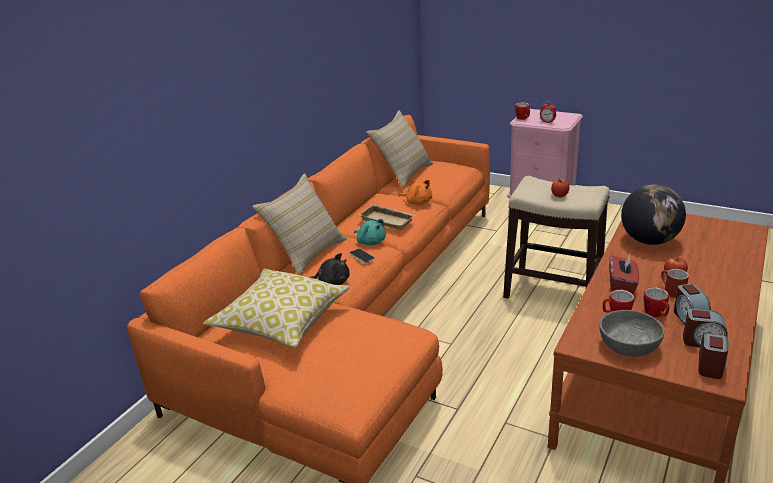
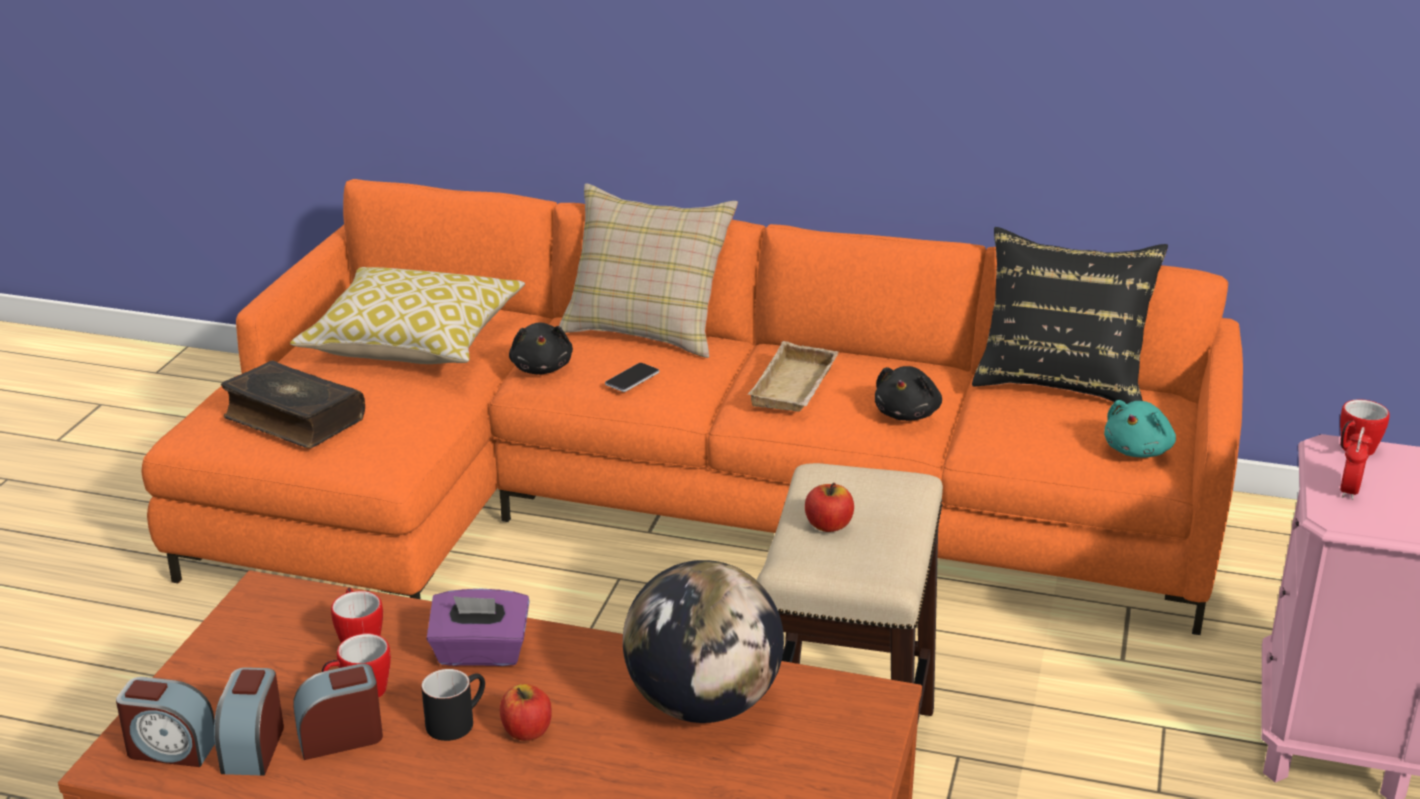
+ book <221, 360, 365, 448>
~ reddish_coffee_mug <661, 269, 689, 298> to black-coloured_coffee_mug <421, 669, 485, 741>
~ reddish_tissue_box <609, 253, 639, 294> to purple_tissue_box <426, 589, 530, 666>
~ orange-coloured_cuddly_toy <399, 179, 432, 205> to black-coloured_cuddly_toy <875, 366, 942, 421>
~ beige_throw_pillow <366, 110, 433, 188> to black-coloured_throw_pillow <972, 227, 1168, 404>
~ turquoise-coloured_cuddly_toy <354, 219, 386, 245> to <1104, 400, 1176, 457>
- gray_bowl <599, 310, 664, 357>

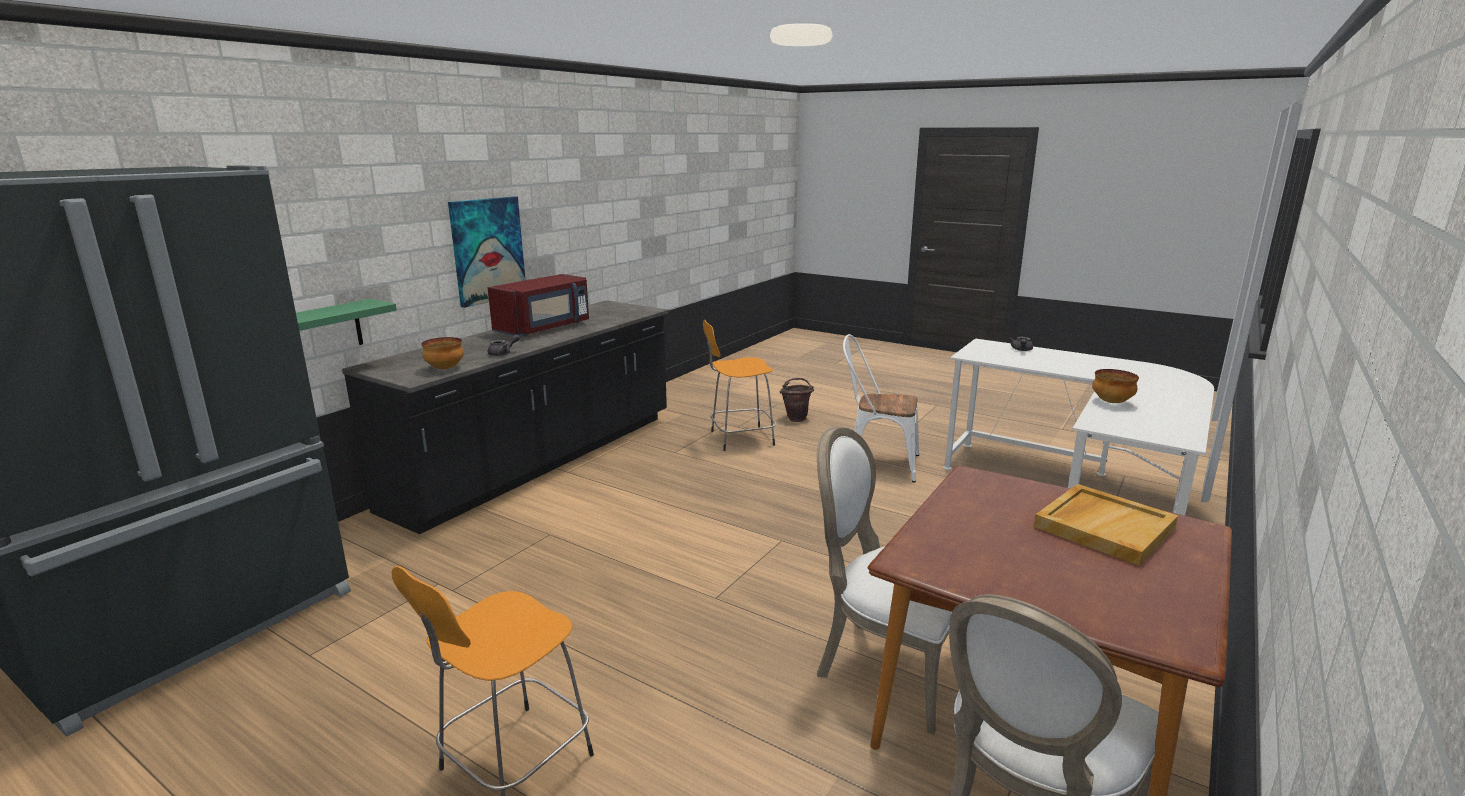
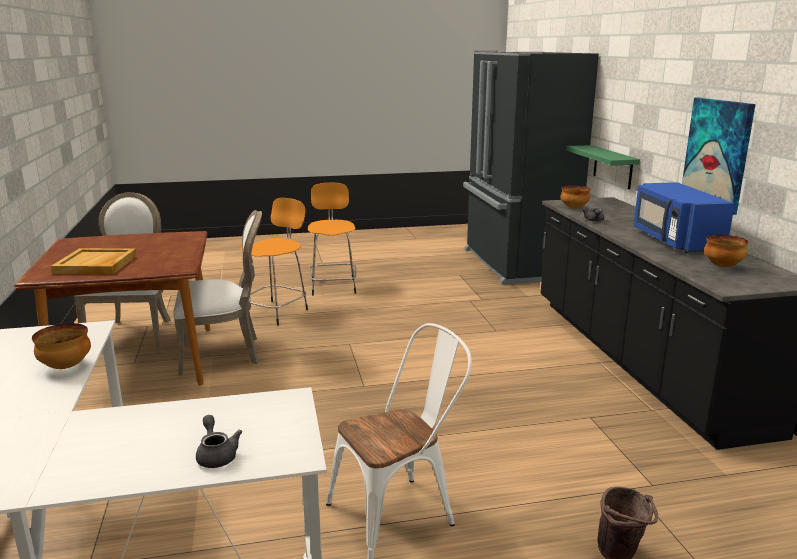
~ orange-coloured_stool <703, 320, 776, 451> to <240, 198, 308, 326>
~ reddish_microwave <488, 274, 589, 336> to blue-coloured_microwave <634, 182, 735, 253>
+ bowl <704, 235, 748, 267>

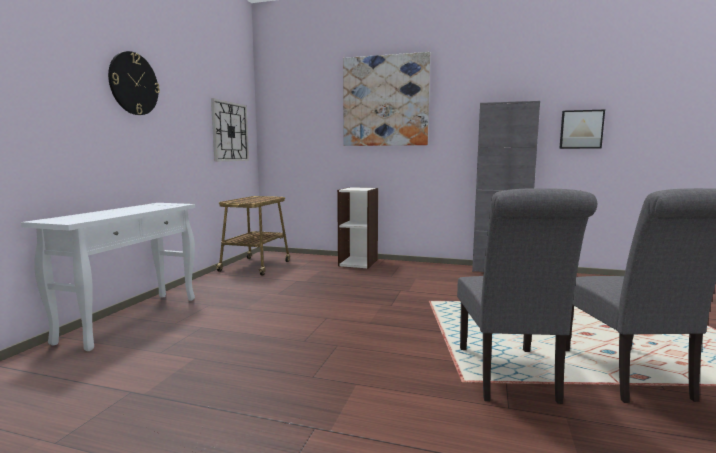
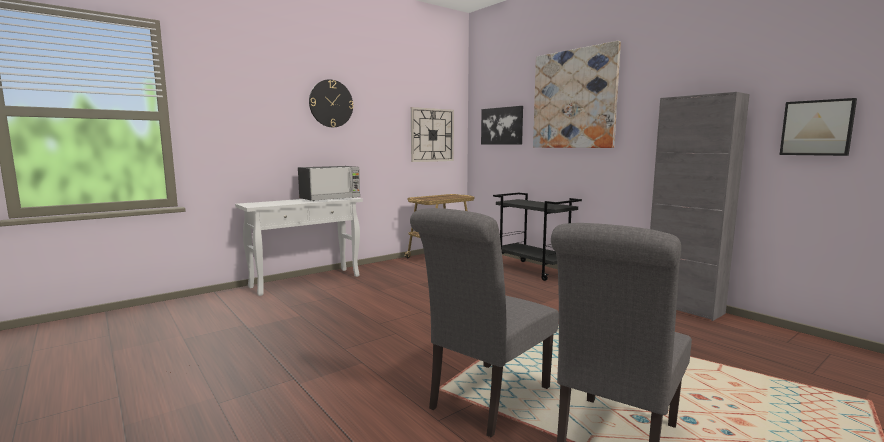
+ microwave <298, 166, 360, 201>
+ wall_art <481, 106, 523, 145>
~ bookcase <337, 187, 378, 269> to black-coloured_trolley <493, 193, 582, 281>

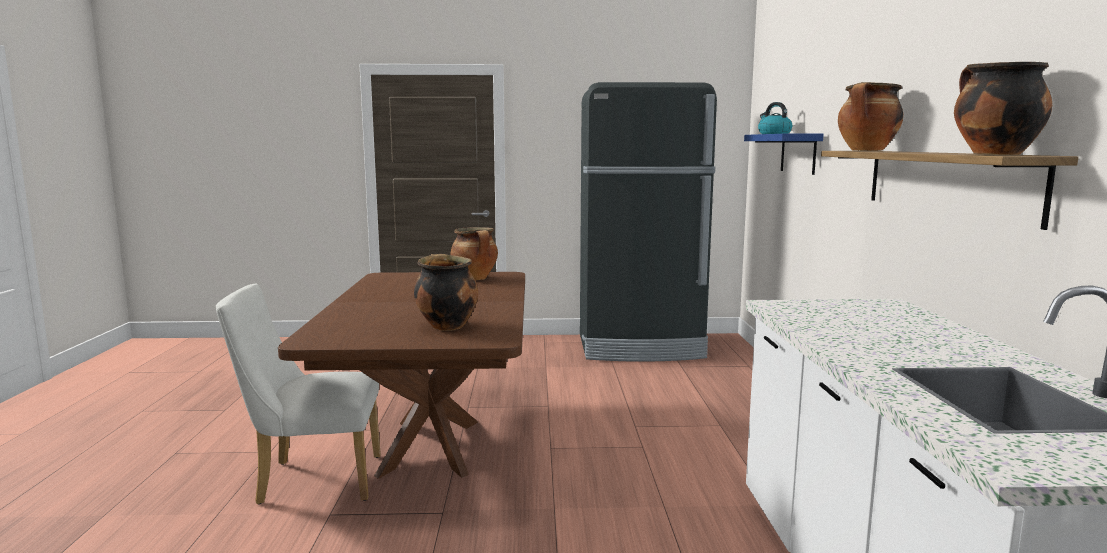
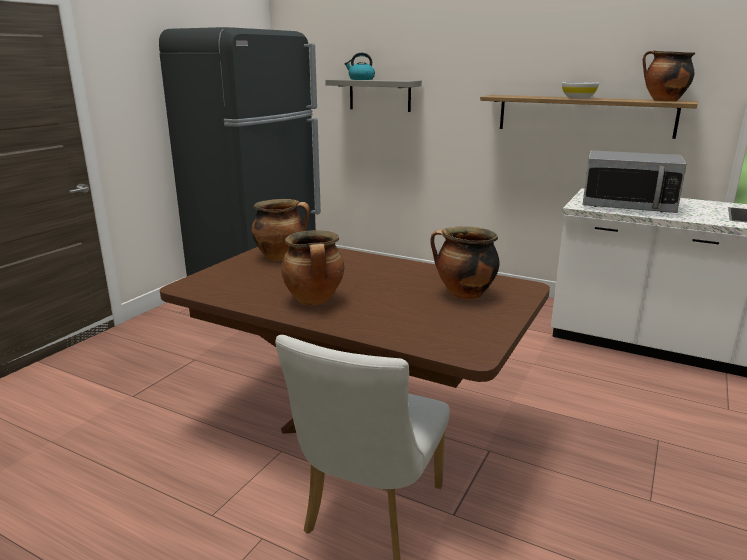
~ cooking_pot <838, 82, 903, 151> to <281, 230, 344, 305>
~ blue-coloured_wall_shelf <744, 134, 824, 175> to gray_wall_shelf <325, 79, 422, 112>
+ whitish_bowl <562, 82, 599, 99>
+ microwave <582, 150, 687, 213>

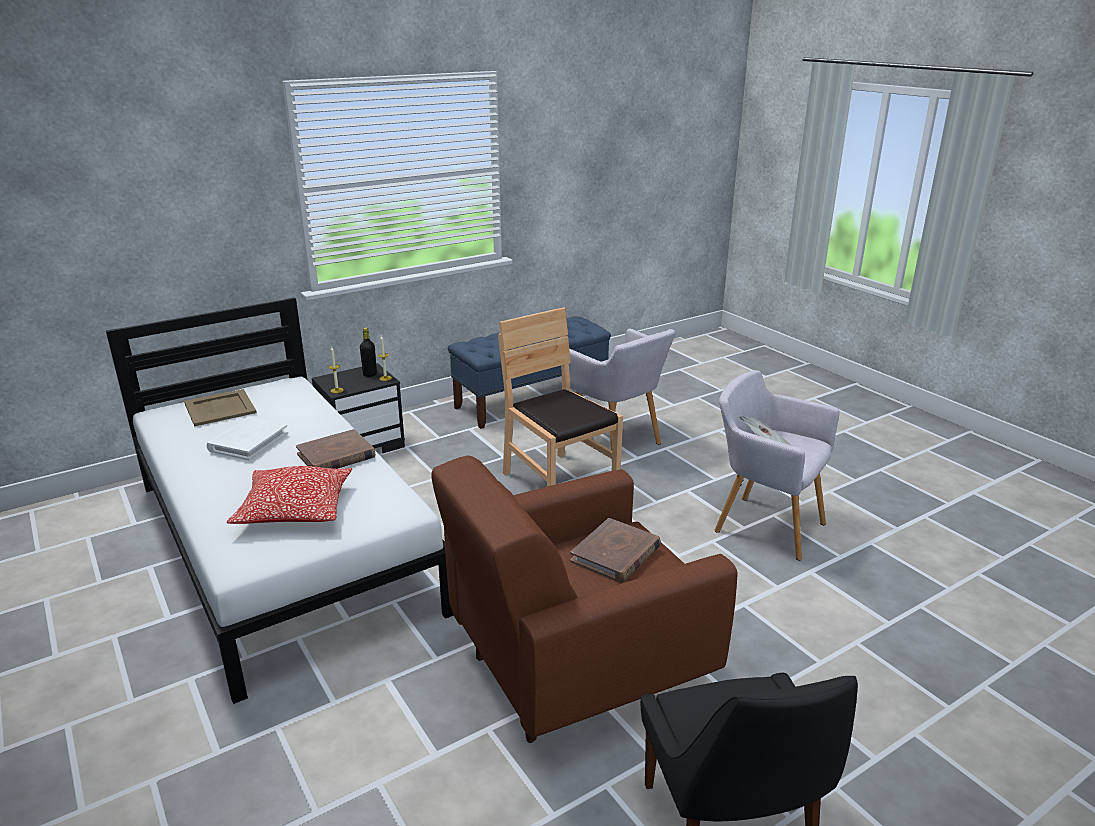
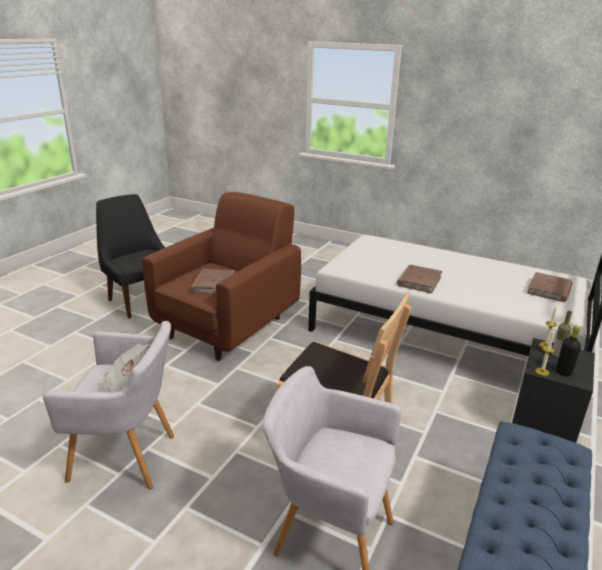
~ beige_tray <184, 389, 257, 427> to brownish_book <527, 272, 572, 302>
+ bottle <552, 311, 572, 358>
- whitish_book <207, 417, 288, 460>
- throw_pillow <226, 466, 352, 524>

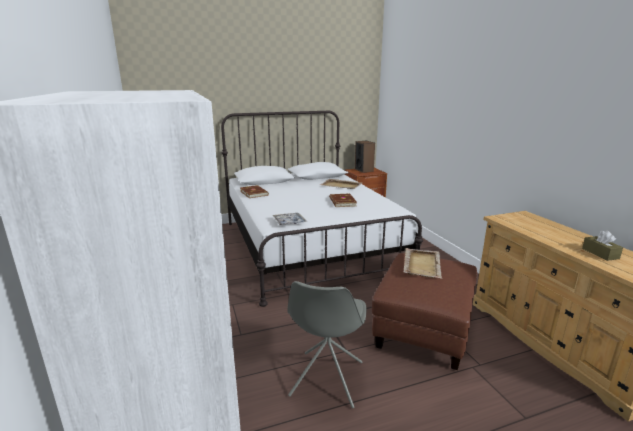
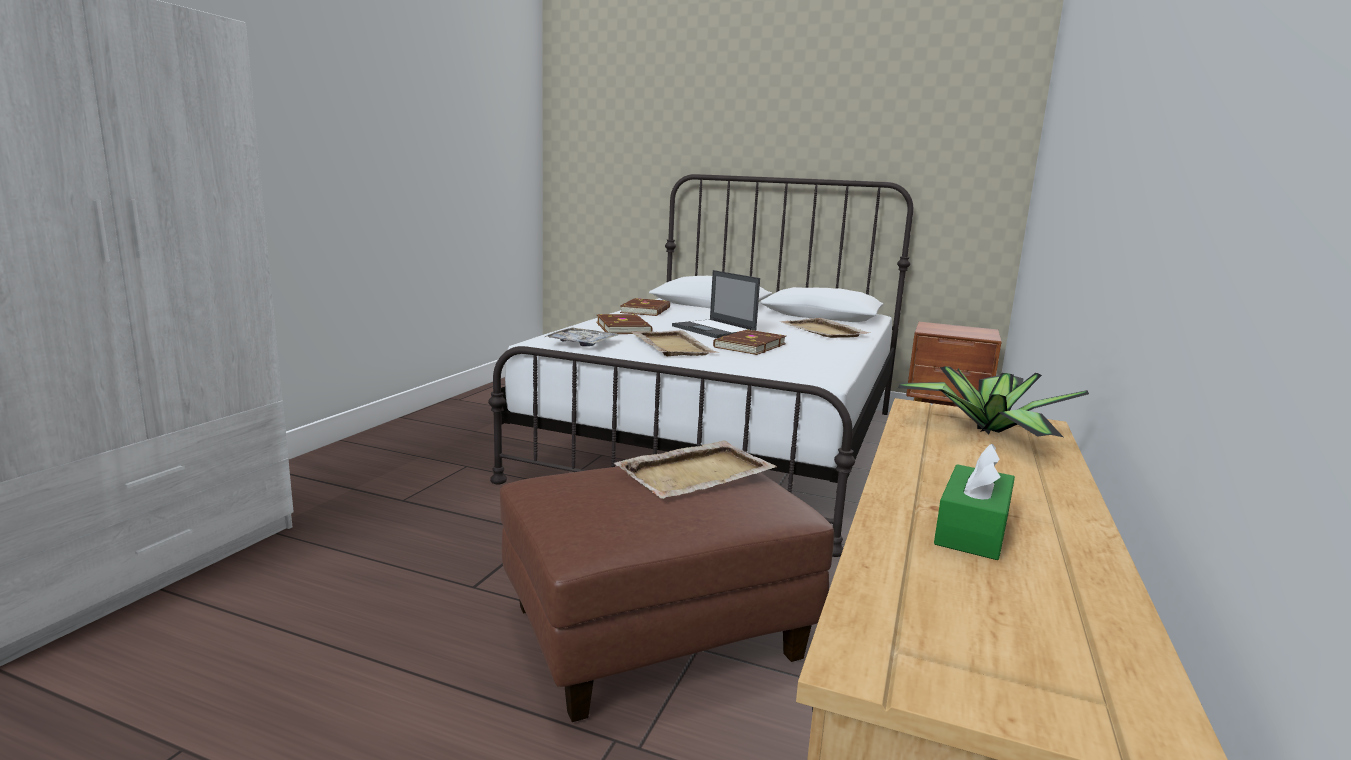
+ brownish_book <596, 314, 652, 334>
+ beige_tray <630, 330, 720, 356>
+ portable_computer <672, 270, 760, 338>
+ houseplant <898, 366, 1089, 437>
~ brownish_tissue_box <582, 231, 623, 261> to green-coloured_tissue_box <934, 444, 1015, 560>
- gray_chair <287, 281, 367, 408>
- speaker <355, 141, 375, 173>

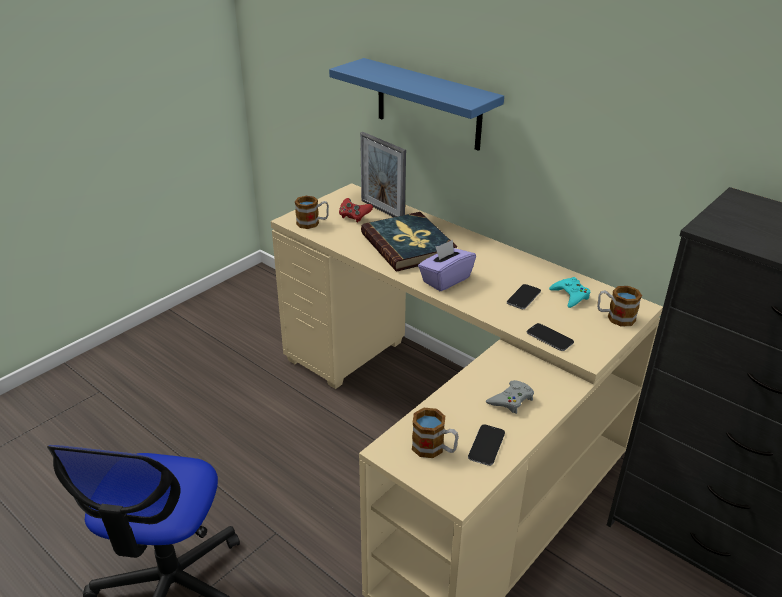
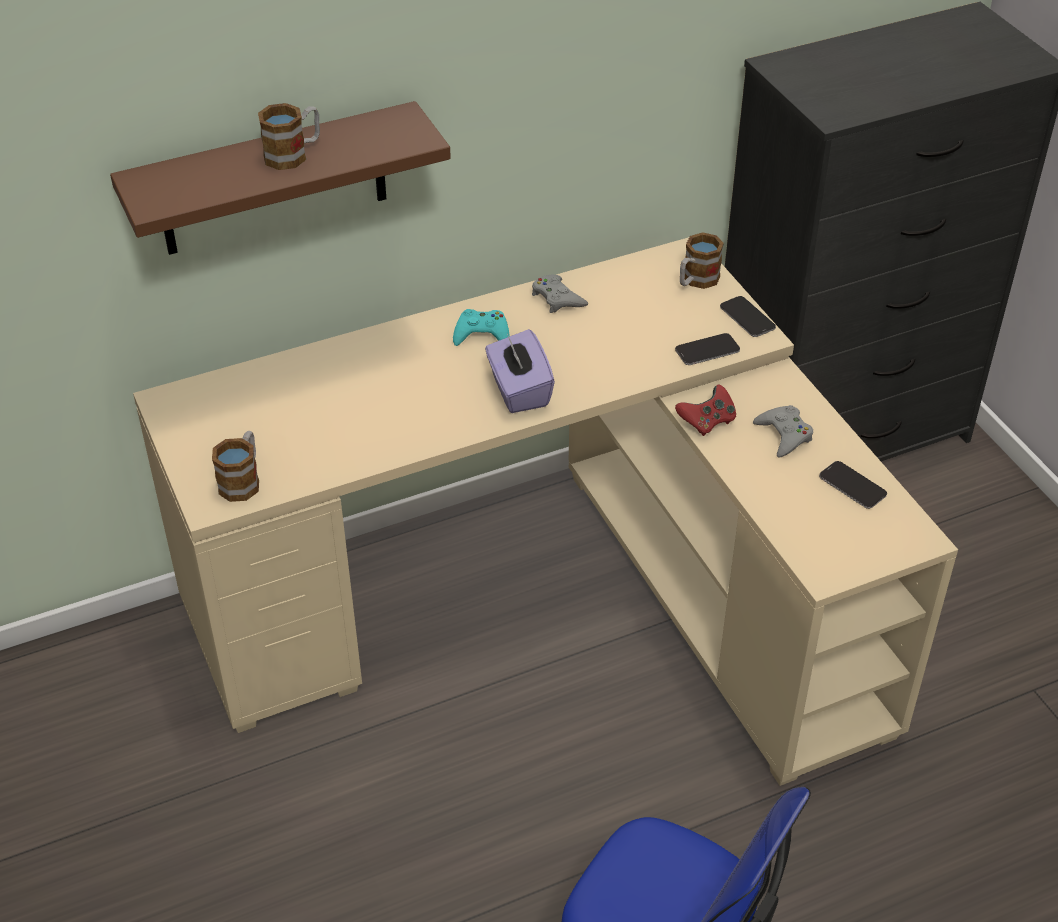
~ blue-coloured_wall_shelf <329, 58, 504, 151> to brownish_wall_shelf <110, 101, 451, 255>
~ coffee_mug <412, 408, 459, 458> to <258, 103, 320, 170>
~ turquoise-coloured_joypad <549, 277, 590, 308> to <453, 309, 510, 346>
+ gray_joypad <532, 275, 588, 313>
~ reddish_joypad <339, 198, 373, 223> to <675, 385, 736, 436>
~ phone <507, 284, 541, 309> to <720, 296, 776, 337>
- photo_frame <360, 132, 406, 217>
- book <361, 212, 457, 271>

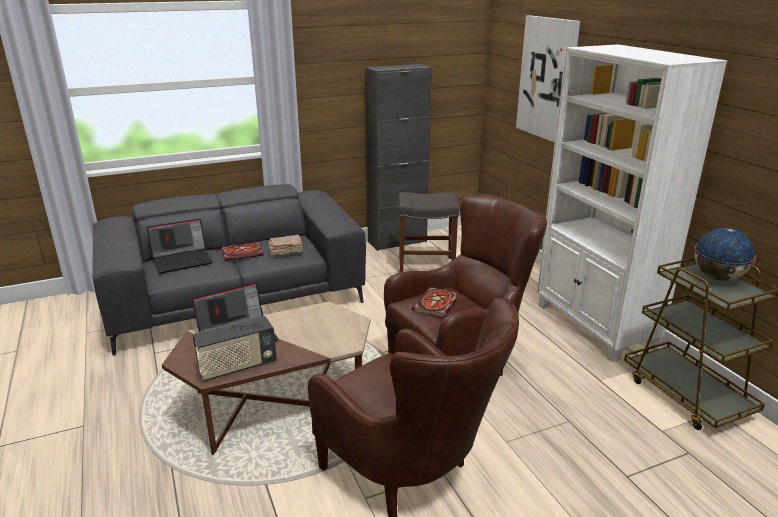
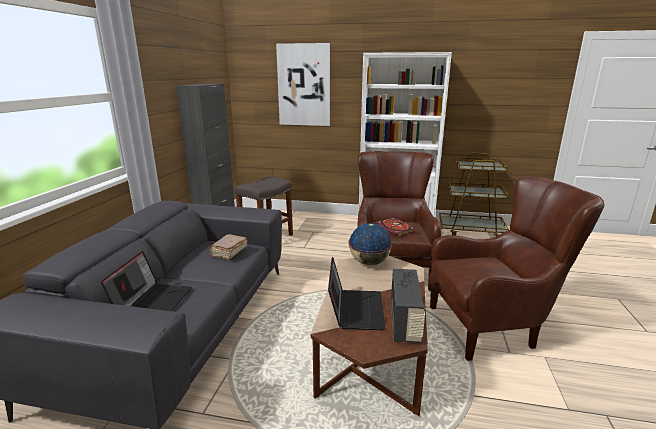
~ world_globe <694, 228, 756, 281> to <348, 223, 392, 265>
- book <222, 242, 264, 261>

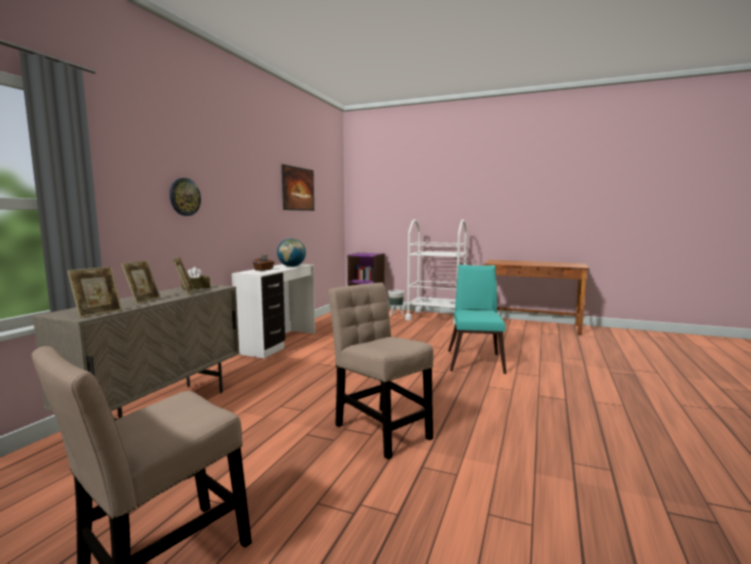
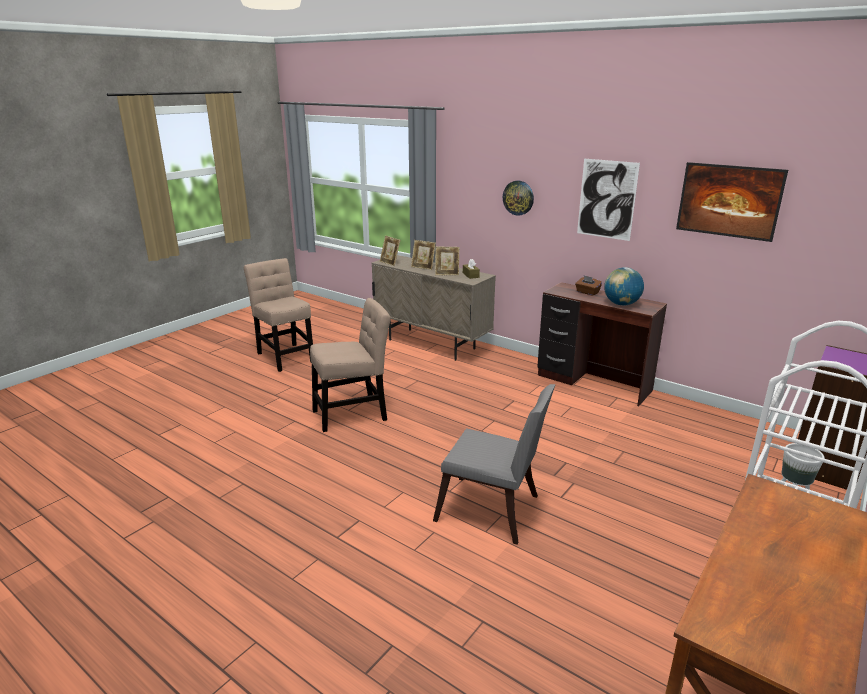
~ turquoise-coloured_chair <448, 265, 507, 374> to gray_chair <433, 384, 556, 545>
~ whitish_desk <232, 264, 315, 358> to brownish_desk <537, 282, 667, 406>
+ wall_art <577, 159, 640, 241>

